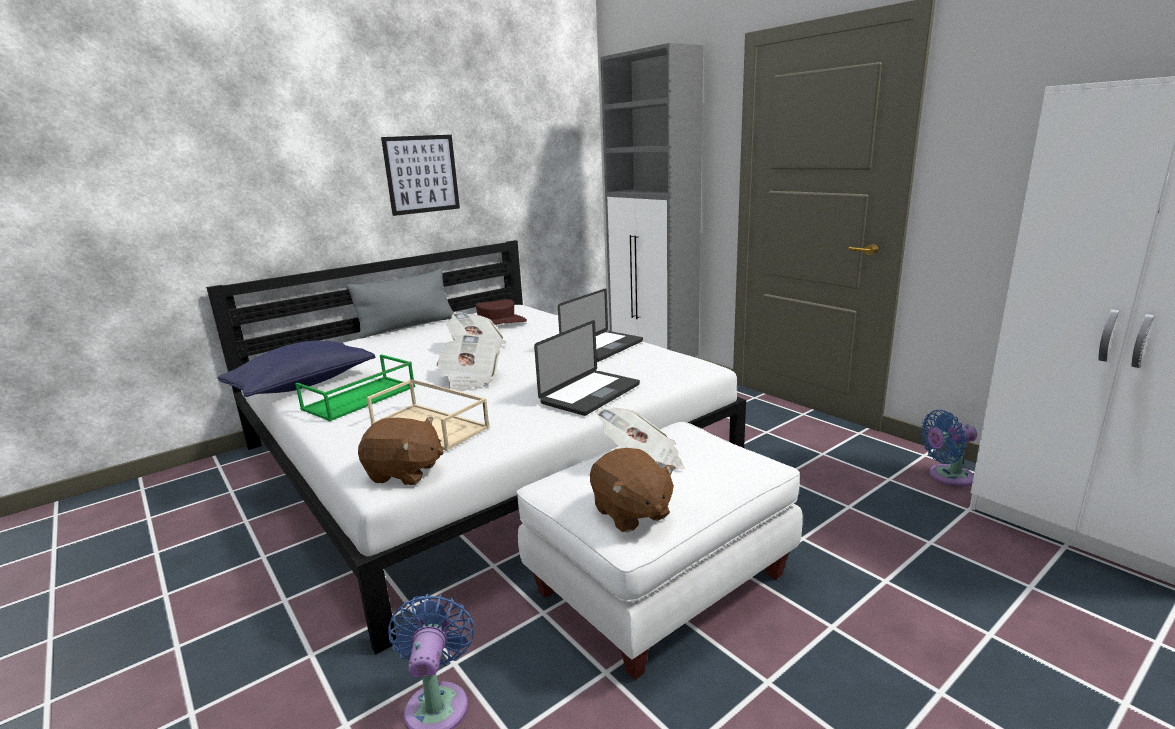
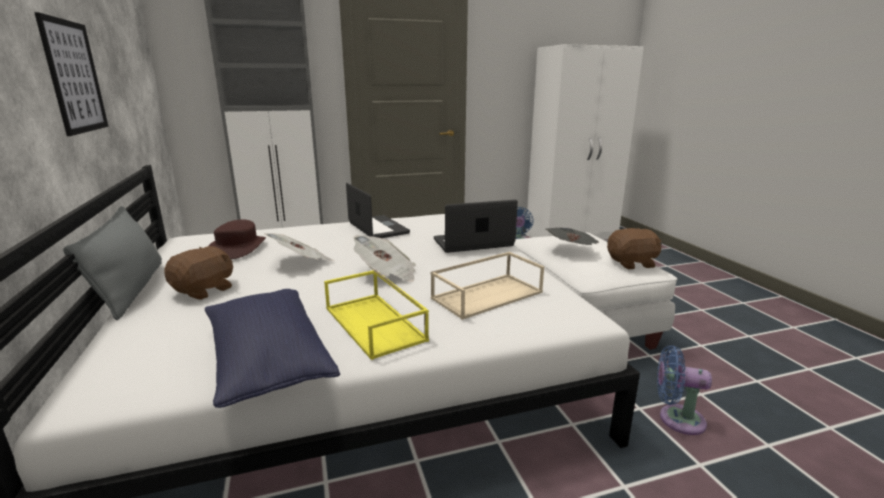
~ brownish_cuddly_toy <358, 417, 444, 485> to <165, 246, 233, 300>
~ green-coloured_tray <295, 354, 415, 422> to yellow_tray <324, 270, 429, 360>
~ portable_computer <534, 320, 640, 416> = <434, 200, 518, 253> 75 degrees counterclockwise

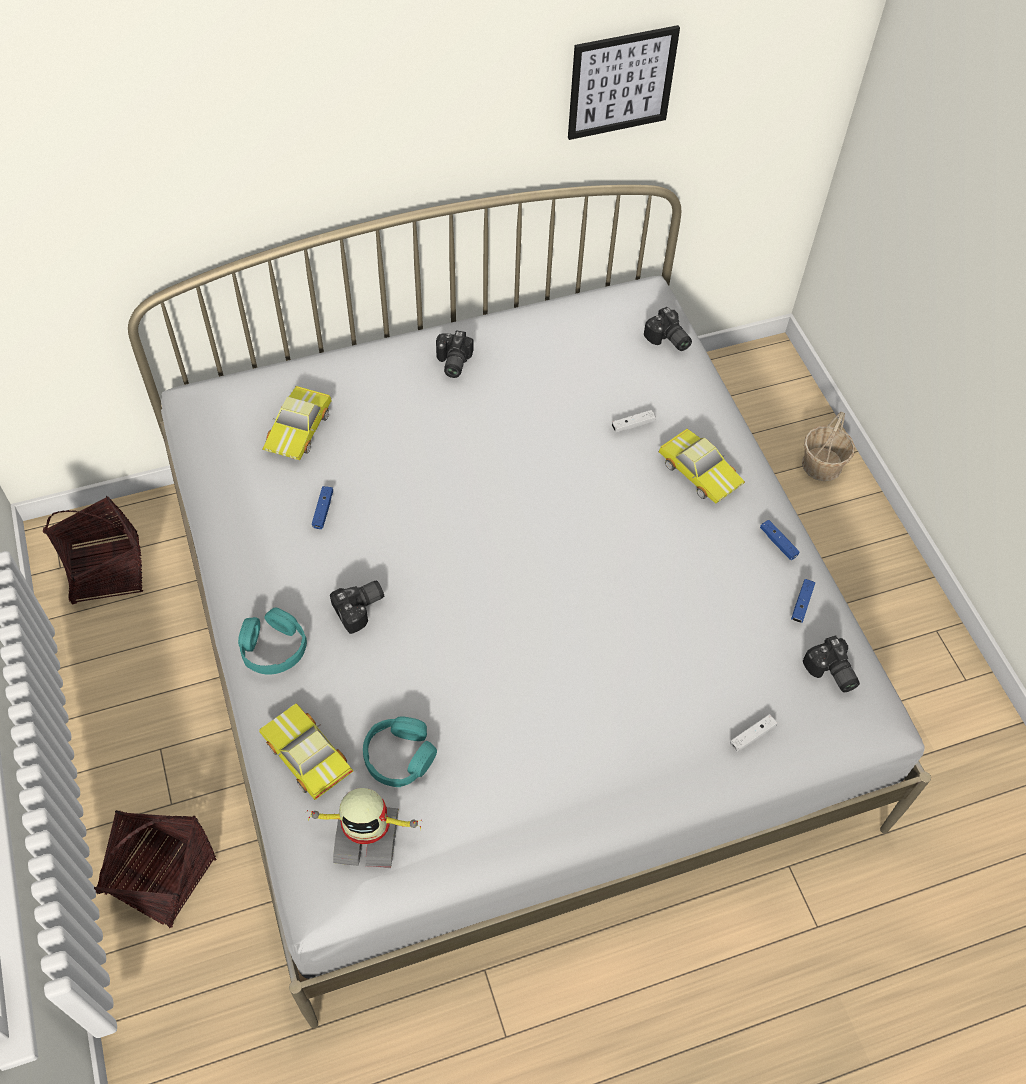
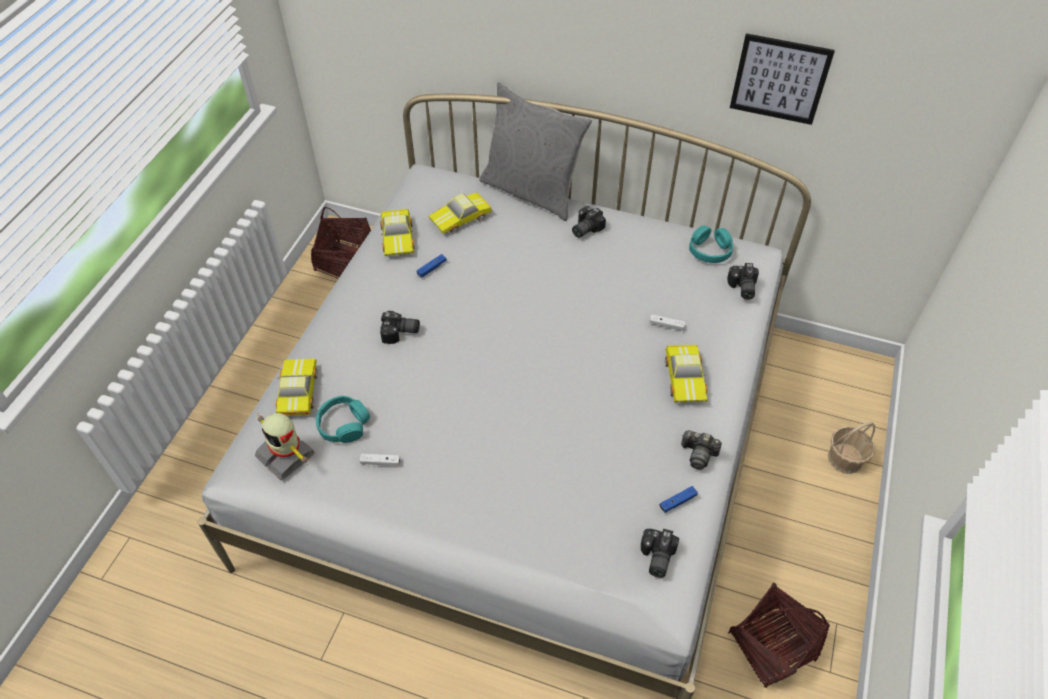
~ whitish_joypad <730, 714, 777, 752> to <360, 454, 400, 466>
+ model_car <380, 209, 414, 256>
+ gray_throw_pillow <479, 82, 592, 221>
~ blue-coloured_joypad <760, 520, 800, 560> to photo_camera <681, 430, 722, 470>
~ turquoise-coloured_headset <238, 608, 307, 674> to <689, 225, 733, 263>
~ household_basket <94, 810, 217, 928> to <728, 583, 830, 688>

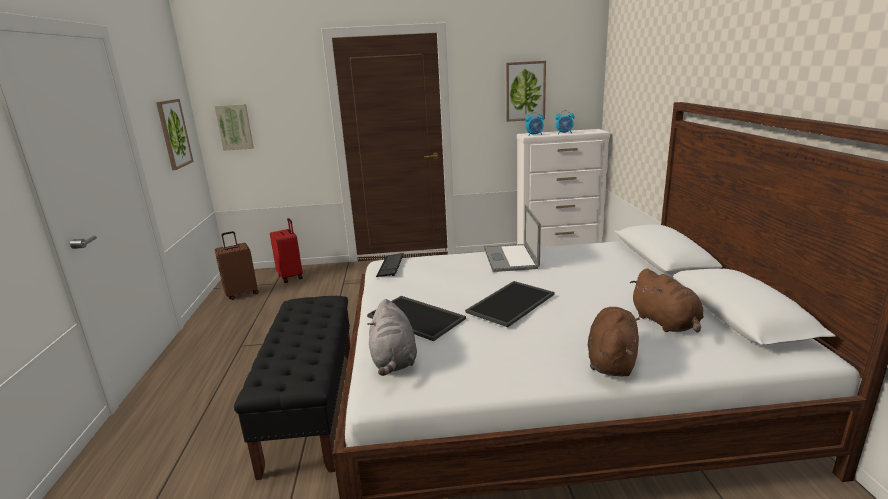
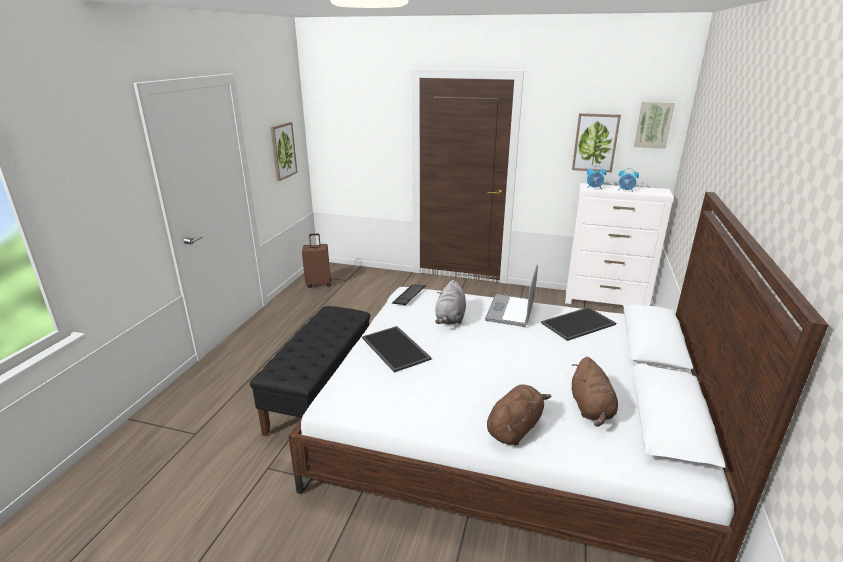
~ gray_cuddly_toy <367, 299, 417, 376> to <435, 280, 466, 324>
~ tray <465, 281, 554, 327> to <541, 307, 616, 341>
~ wall_art <214, 104, 254, 151> to <634, 102, 675, 149>
- reddish_suitcase <270, 218, 303, 283>

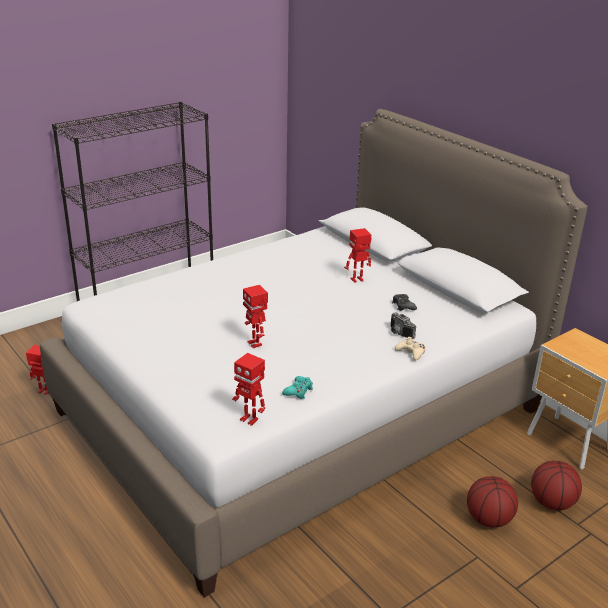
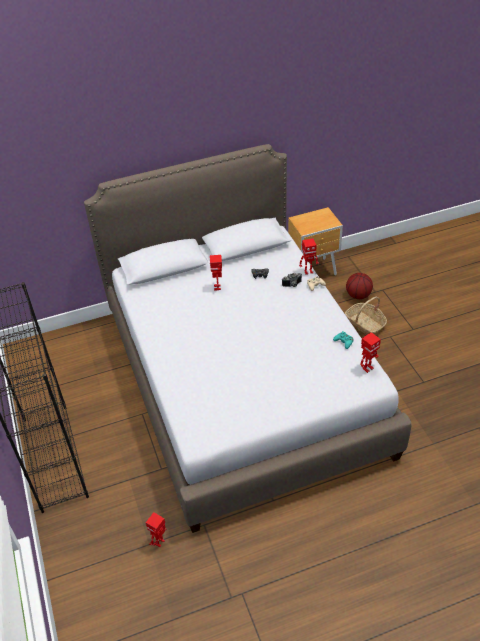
~ model_robot <243, 285, 268, 348> to <299, 238, 319, 275>
~ basketball_ball <467, 476, 518, 528> to household_basket <345, 297, 387, 335>

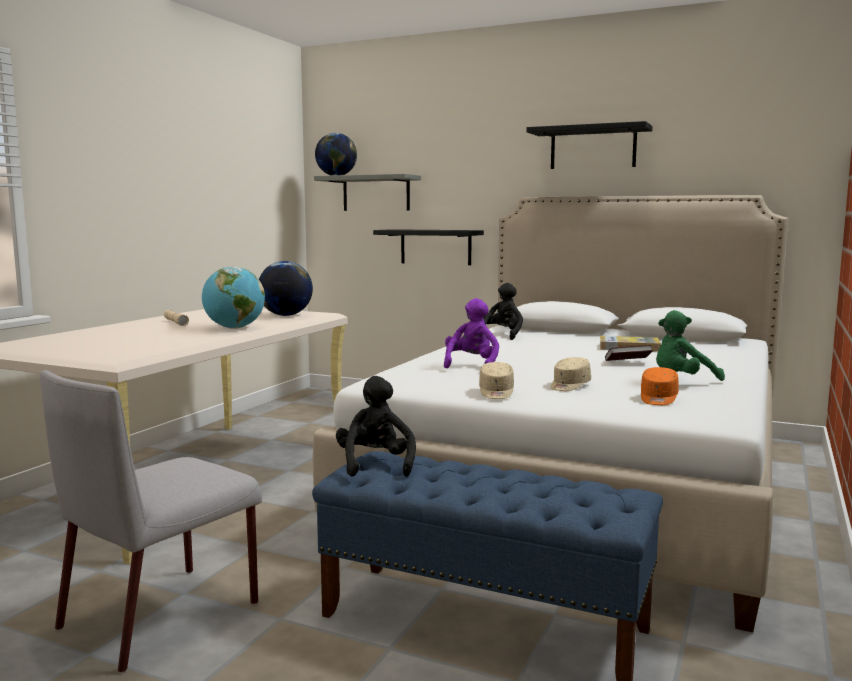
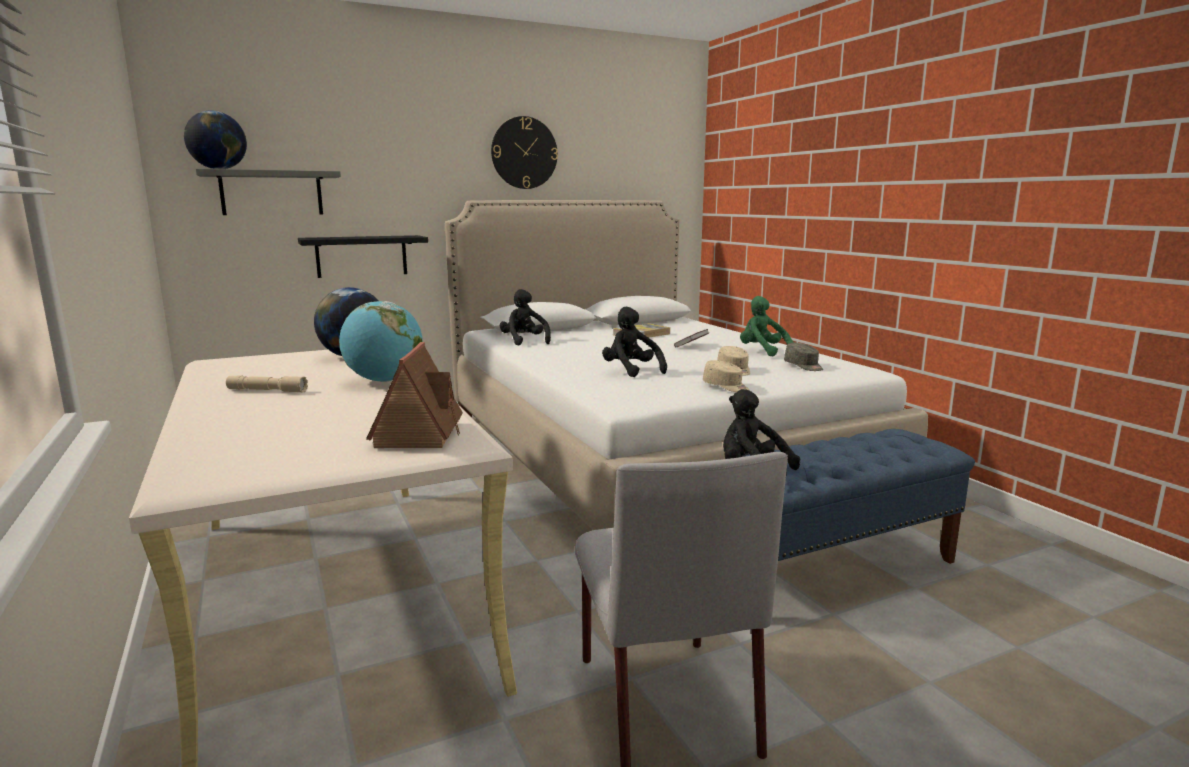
+ toy_house <366, 342, 463, 448>
~ black-coloured_wall_shelf <527, 121, 653, 169> to clock_on_the_wall <491, 116, 558, 189>
~ purple_cuddly_toy <444, 298, 499, 368> to black-coloured_cuddly_toy <602, 306, 667, 377>
~ green-coloured_cuddly_toy <656, 310, 725, 381> = <740, 296, 794, 356> 120 degrees clockwise
~ orange-coloured_baseball_cap <641, 367, 679, 405> to gray_baseball_cap <784, 343, 823, 371>

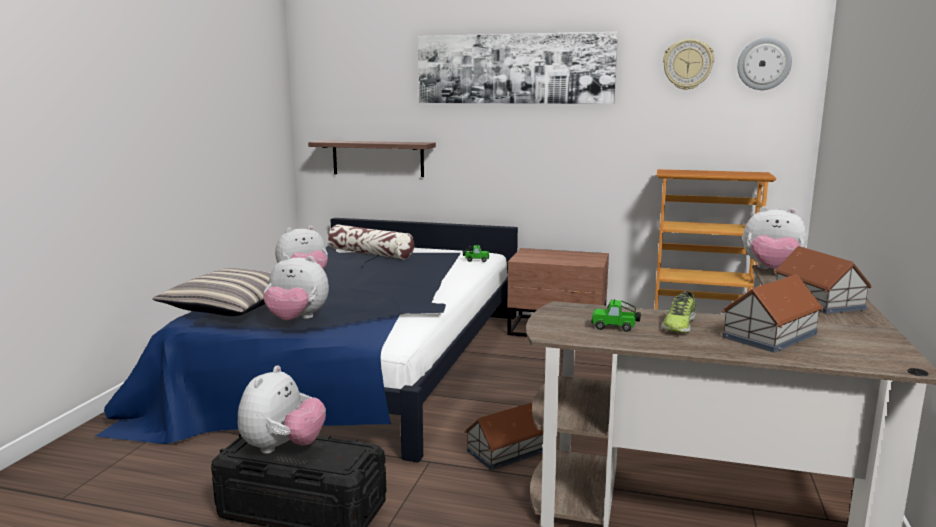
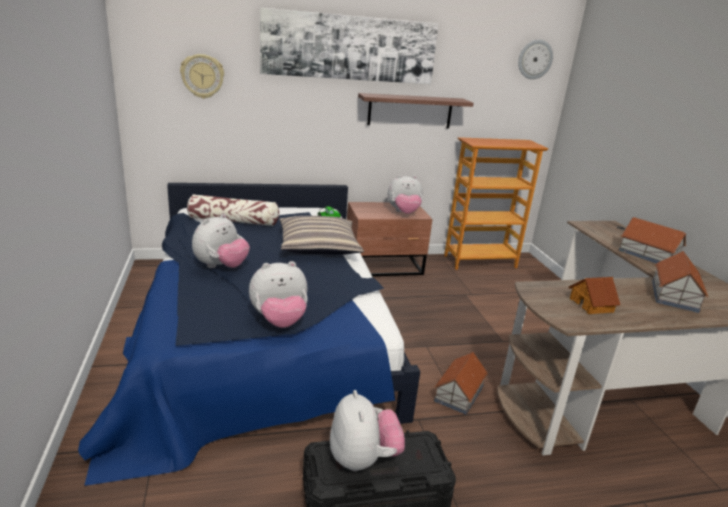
~ clock_on_the_wall <663, 39, 714, 90> to <180, 54, 224, 99>
~ throw_pillow <153, 268, 271, 316> to <280, 216, 364, 255>
~ wall_shelf <308, 140, 436, 177> to <358, 93, 473, 128>
~ cuddly_toy <743, 206, 807, 270> to <388, 175, 423, 214>
~ model_car <591, 299, 641, 332> to toy_house <569, 277, 620, 314>
- shoe <661, 291, 696, 333>

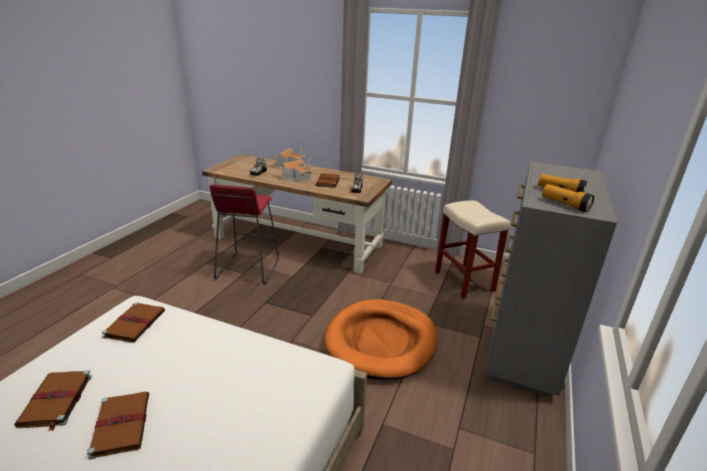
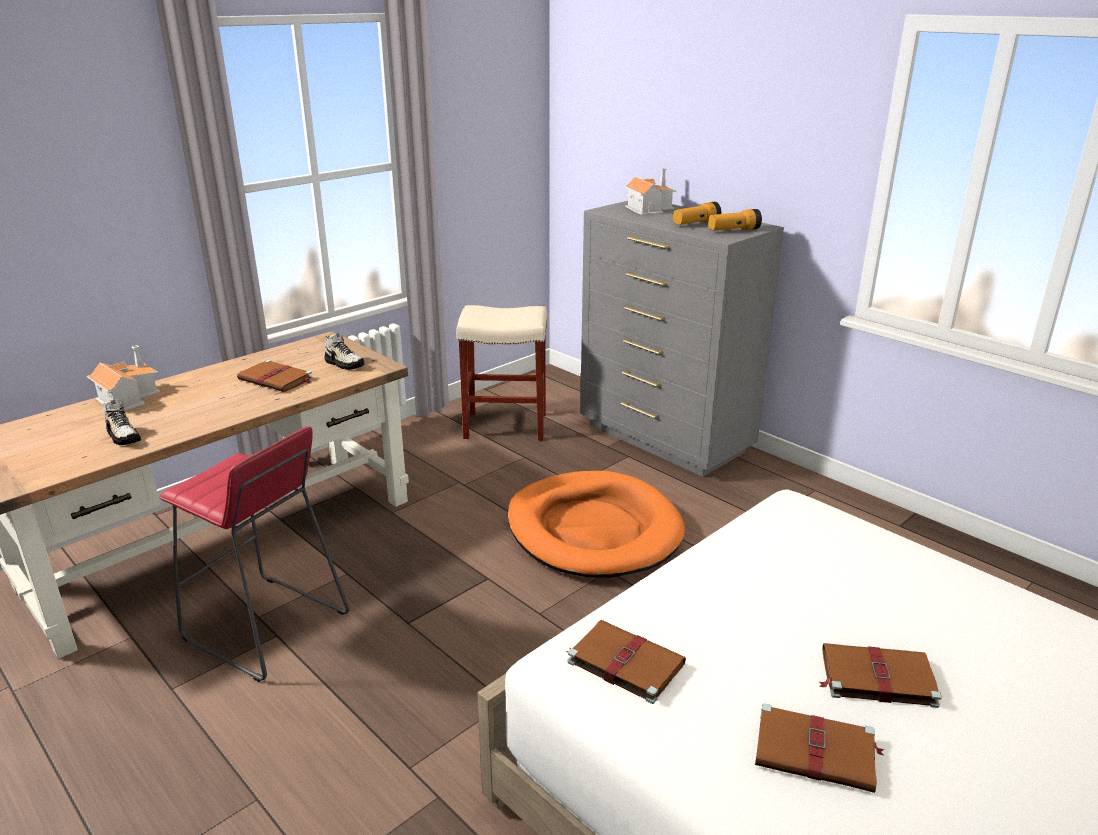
~ toy_house <279, 159, 314, 182> to <624, 168, 676, 215>

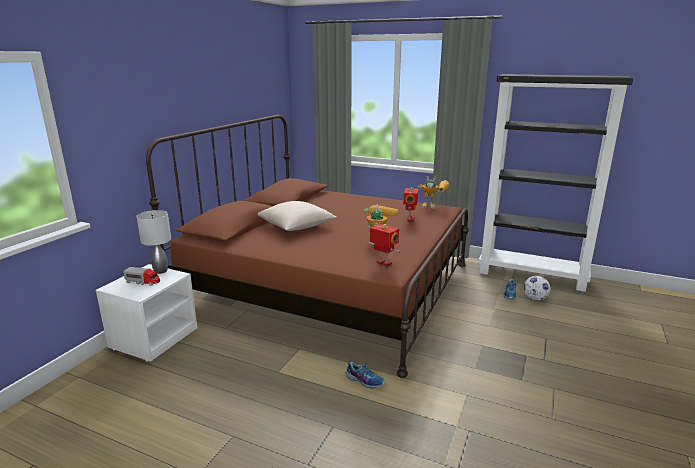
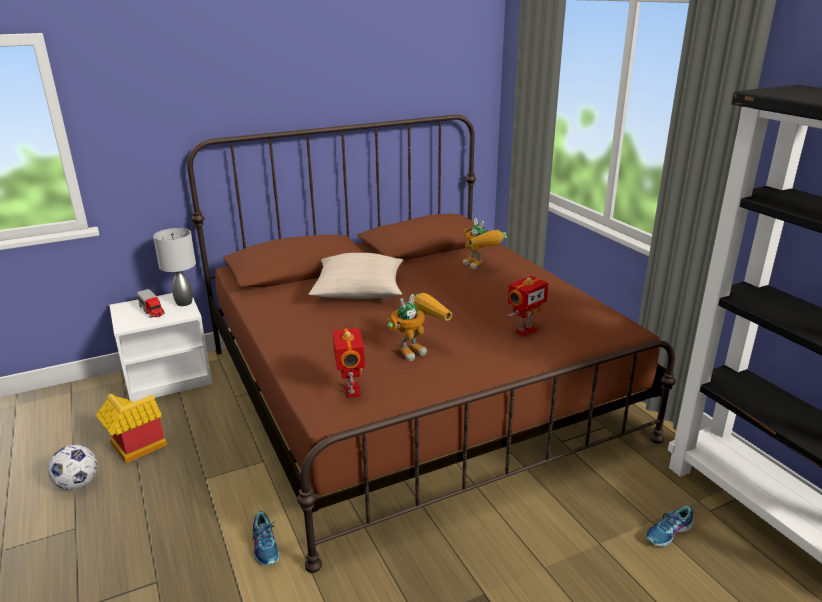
~ football <524, 276, 551, 301> to <48, 445, 97, 490>
+ toy_house <95, 394, 167, 463>
~ model_robot <417, 176, 449, 209> to <463, 218, 507, 269>

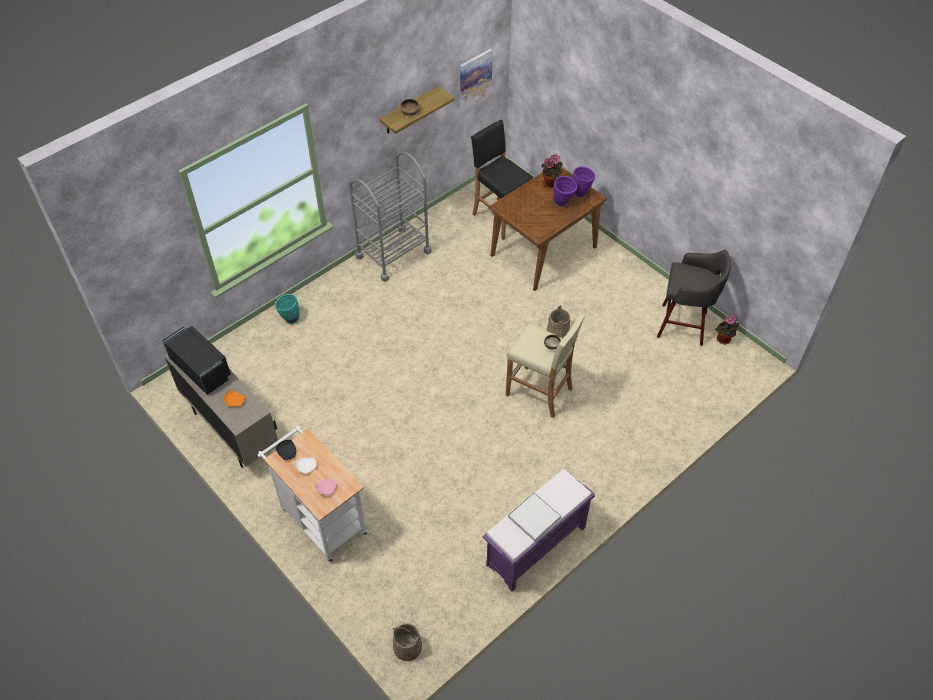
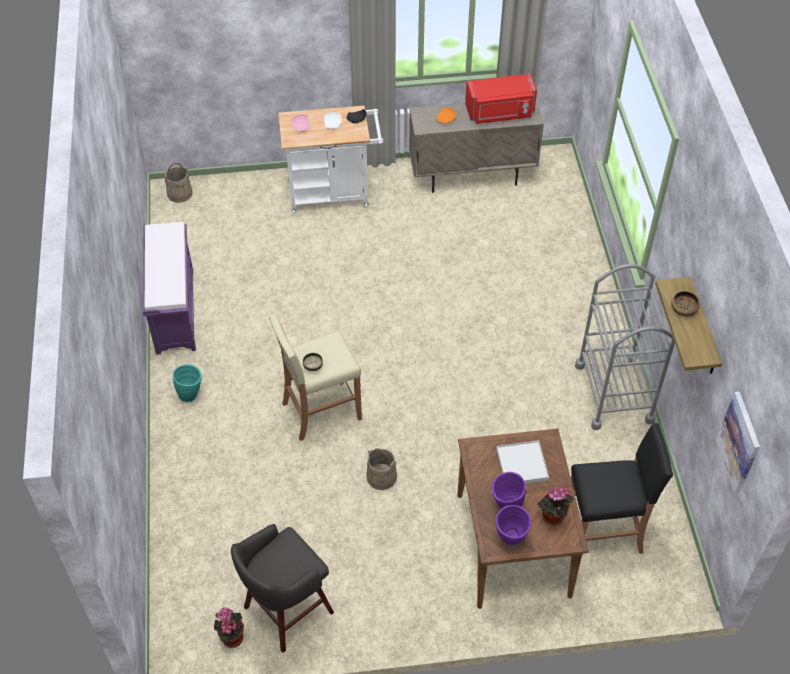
~ turquoise-coloured_vase <274, 294, 299, 324> to <173, 364, 202, 402>
~ black-coloured_microwave <162, 326, 231, 396> to reddish_microwave <465, 74, 537, 124>
~ whitish_tray <508, 492, 561, 541> to <496, 440, 549, 484>

